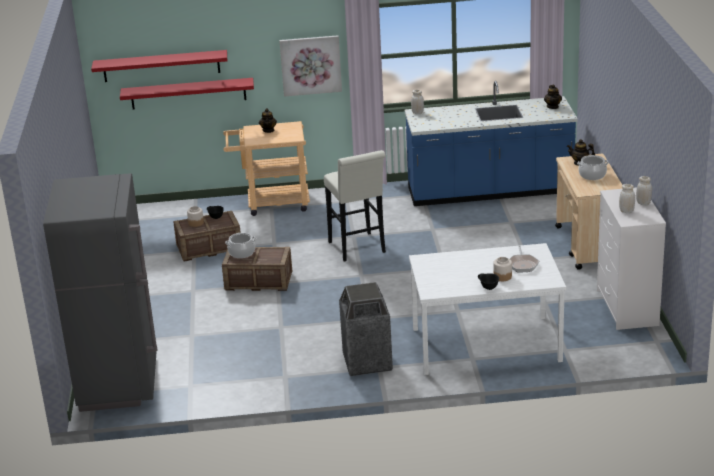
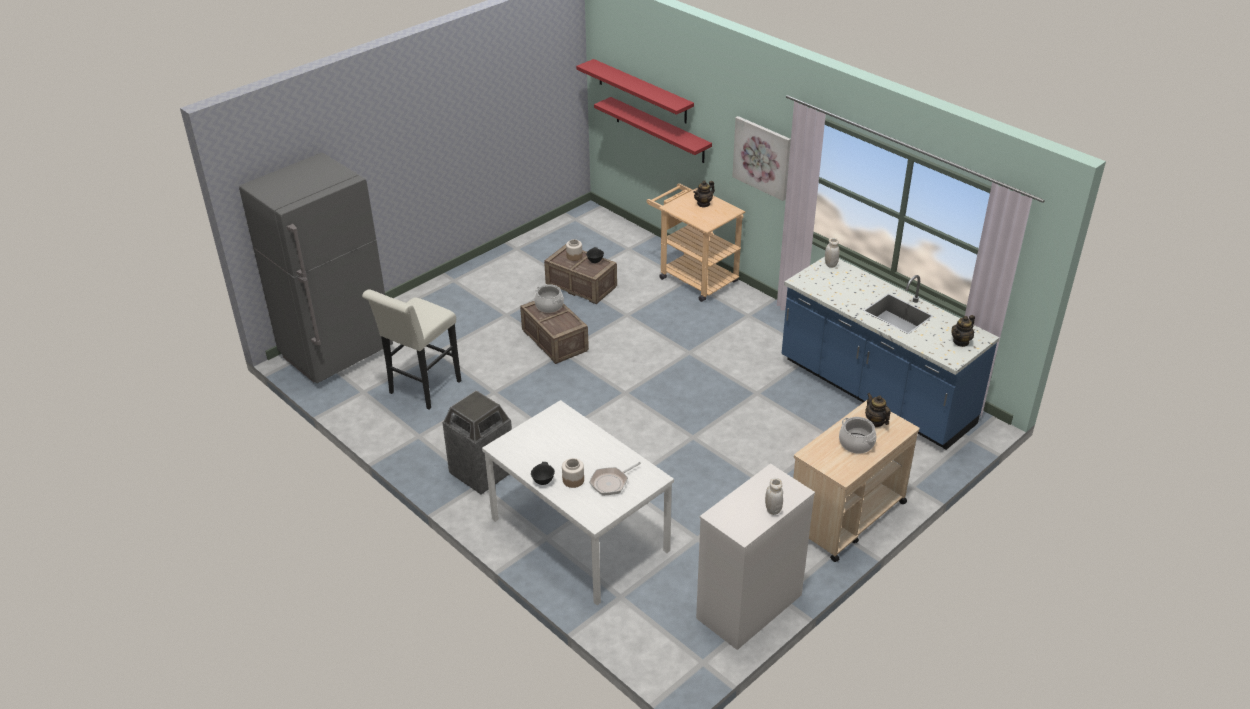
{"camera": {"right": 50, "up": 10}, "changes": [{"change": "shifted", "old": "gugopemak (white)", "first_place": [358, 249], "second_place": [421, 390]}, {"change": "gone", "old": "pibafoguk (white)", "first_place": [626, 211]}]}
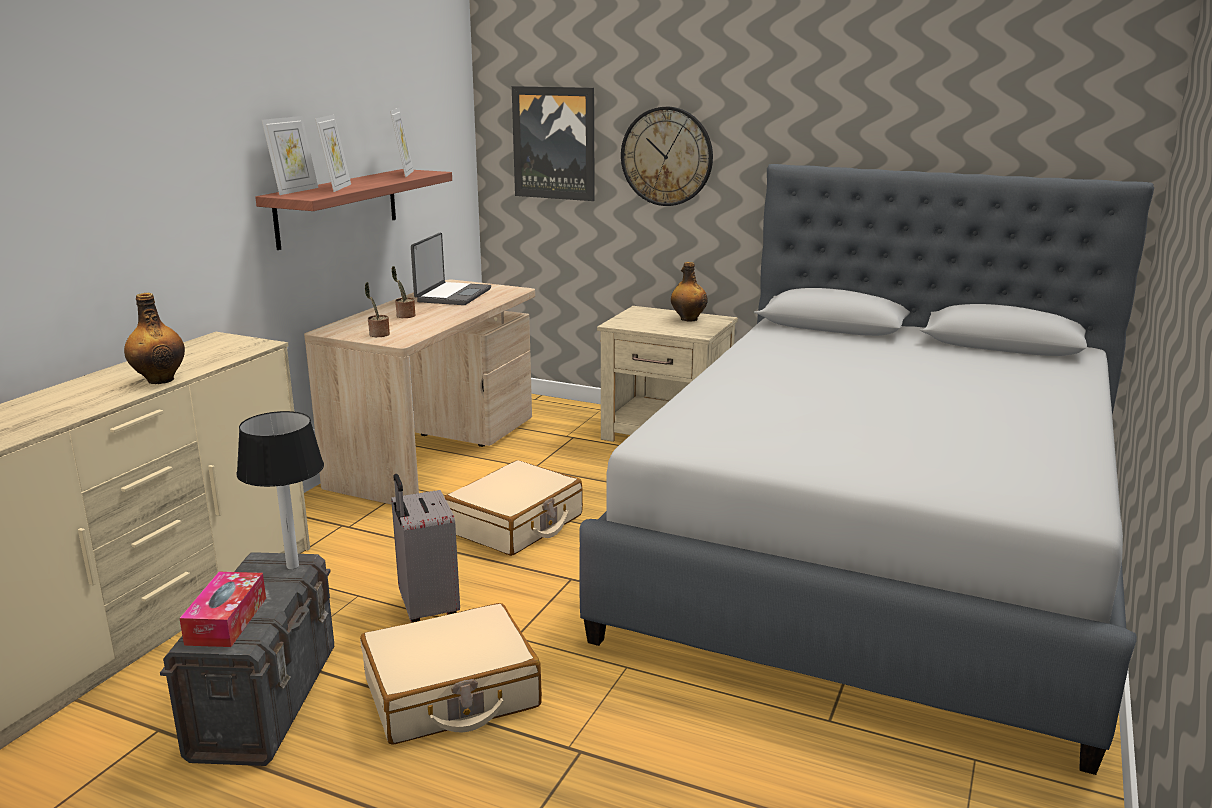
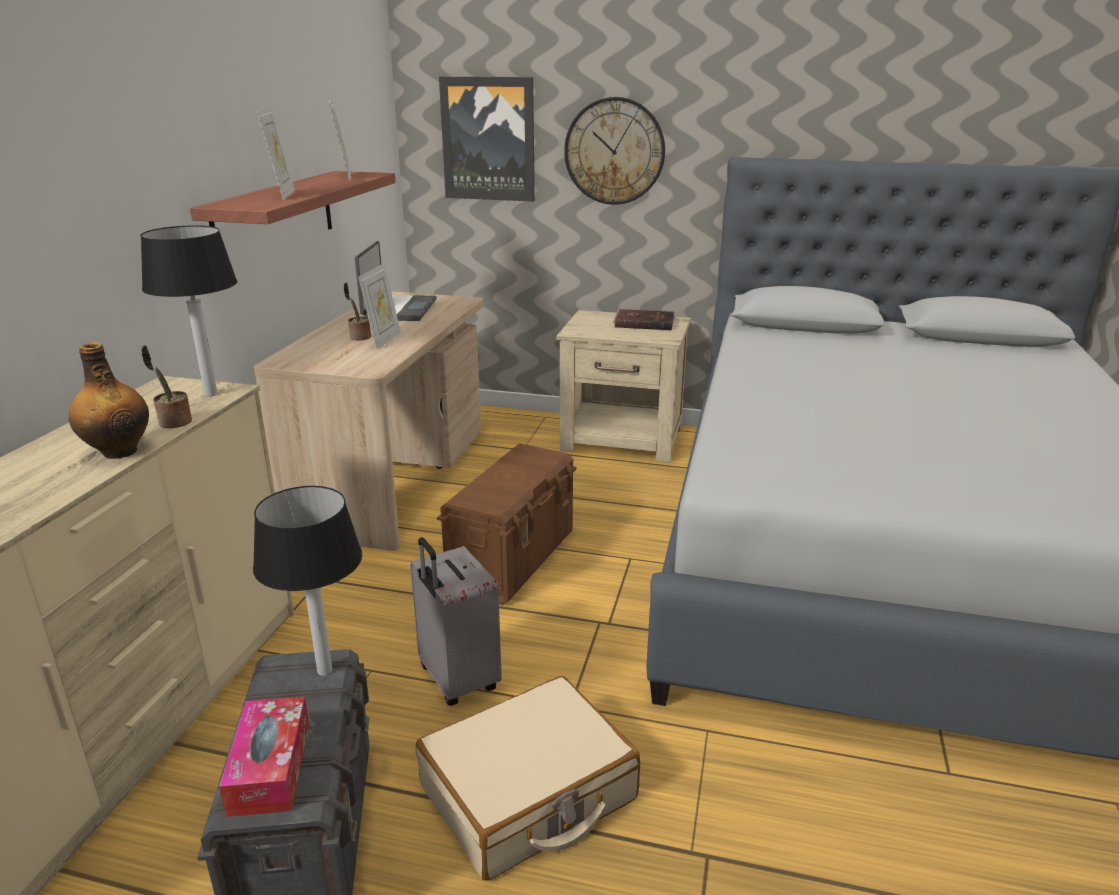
{"camera": {"right": -10, "up": 5}, "changes": [{"change": "new", "new": "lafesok", "second_place": [210, 394]}, {"change": "shifted", "old": "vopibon", "first_place": [378, 335], "second_place": [173, 423]}, {"change": "shifted", "old": "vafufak", "first_place": [294, 191], "second_place": [383, 340]}, {"change": "swapped", "old": "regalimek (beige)", "new": "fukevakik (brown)", "first_place": [516, 524], "second_place": [513, 559]}, {"change": "swapped", "old": "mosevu", "new": "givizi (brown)", "first_place": [688, 319], "second_place": [644, 322]}]}
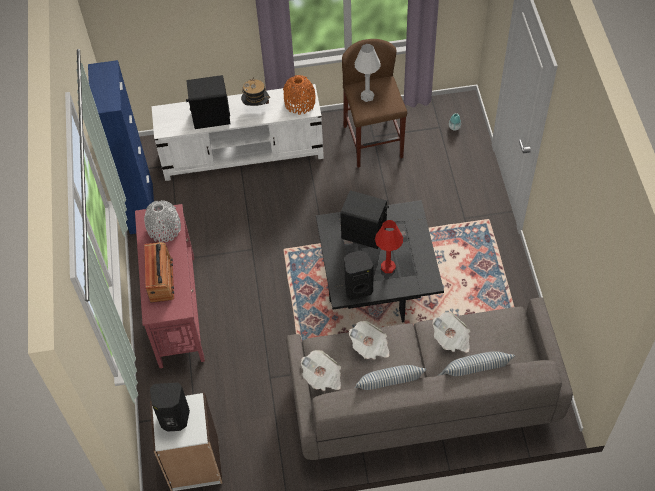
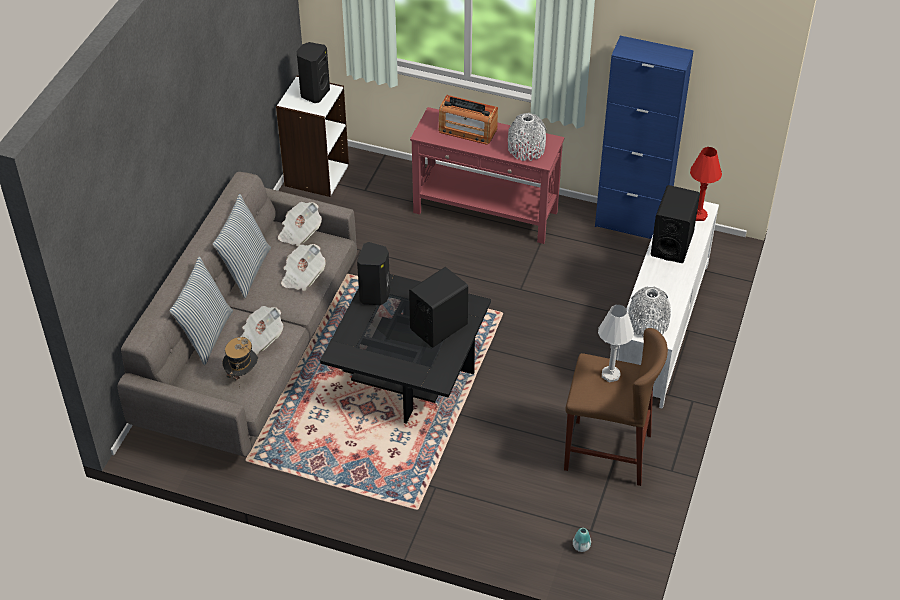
{"camera": {"right": 115, "up": -10}, "changes": [{"change": "shifted", "old": "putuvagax", "first_place": [256, 106], "second_place": [242, 374]}, {"change": "repainted", "old": "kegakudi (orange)", "new": "kegakudi (grey)", "first_place": [299, 103], "second_place": [647, 324]}, {"change": "shifted", "old": "lafesok (red)", "first_place": [388, 267], "second_place": [698, 215]}]}
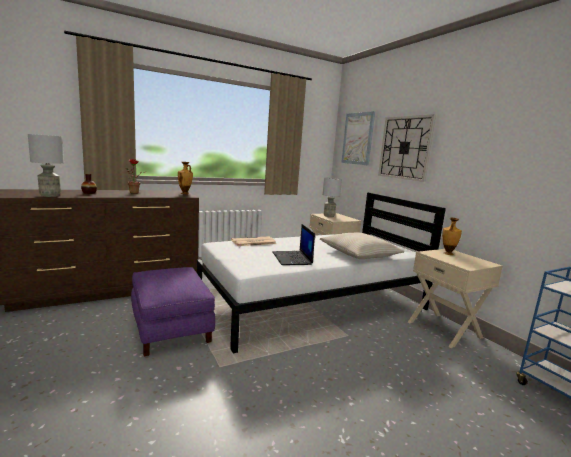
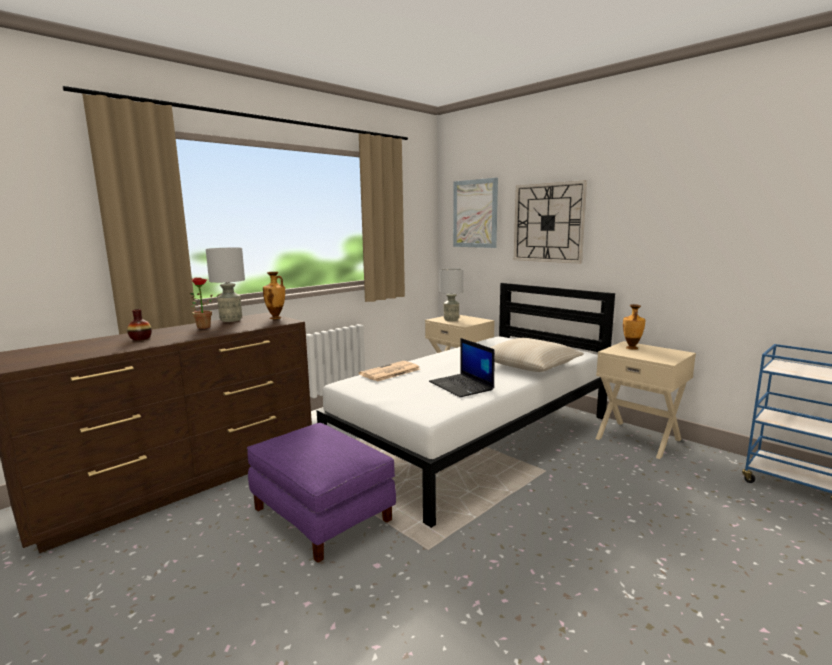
{"camera": {"right": -15, "up": 0}, "changes": [{"change": "shifted", "old": "lafesok (grey)", "first_place": [50, 195], "second_place": [231, 320]}]}
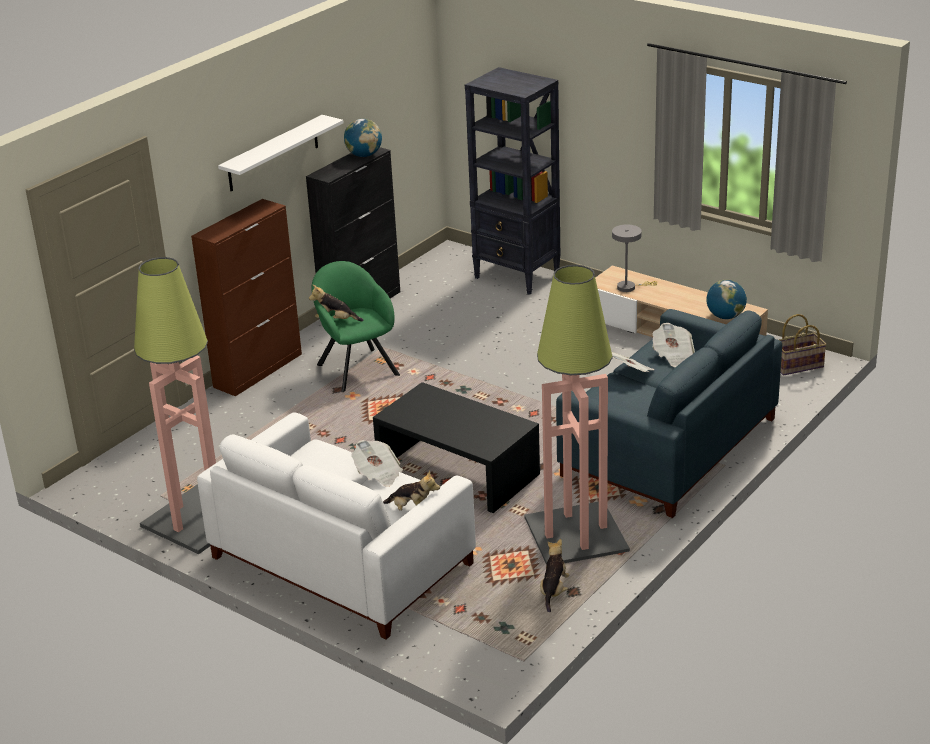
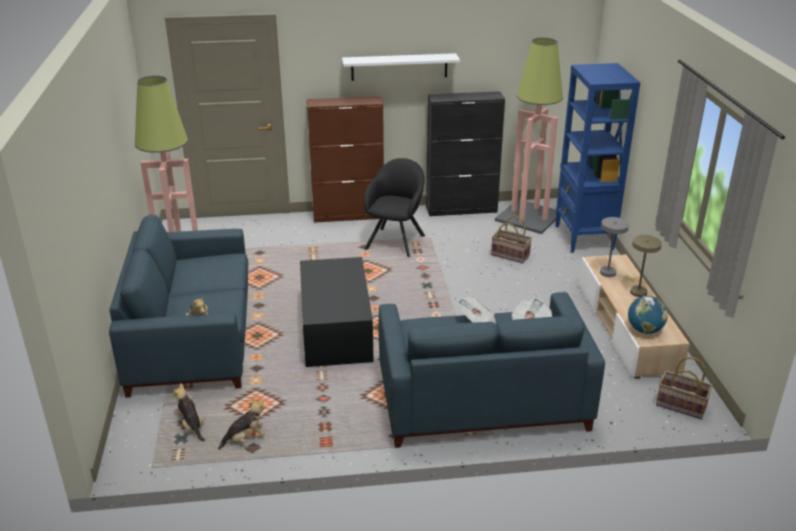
{"camera": {"right": 45, "up": 0}, "changes": [{"change": "repainted", "old": "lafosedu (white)", "new": "lafosedu (blue)", "first_place": [342, 559], "second_place": [193, 338]}, {"change": "shifted", "old": "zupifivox", "first_place": [336, 320], "second_place": [191, 426]}, {"change": "repainted", "old": "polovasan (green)", "new": "polovasan (black)", "first_place": [356, 368], "second_place": [396, 240]}, {"change": "new", "new": "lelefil", "second_place": [510, 255]}, {"change": "shifted", "old": "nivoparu", "first_place": [575, 536], "second_place": [528, 217]}, {"change": "repainted", "old": "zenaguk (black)", "new": "zenaguk (blue)", "first_place": [517, 276], "second_place": [583, 238]}, {"change": "new", "new": "lafesok (beige)", "second_place": [640, 294]}, {"change": "gone", "old": "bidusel", "first_place": [364, 155]}, {"change": "gone", "old": "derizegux", "first_place": [378, 474]}]}
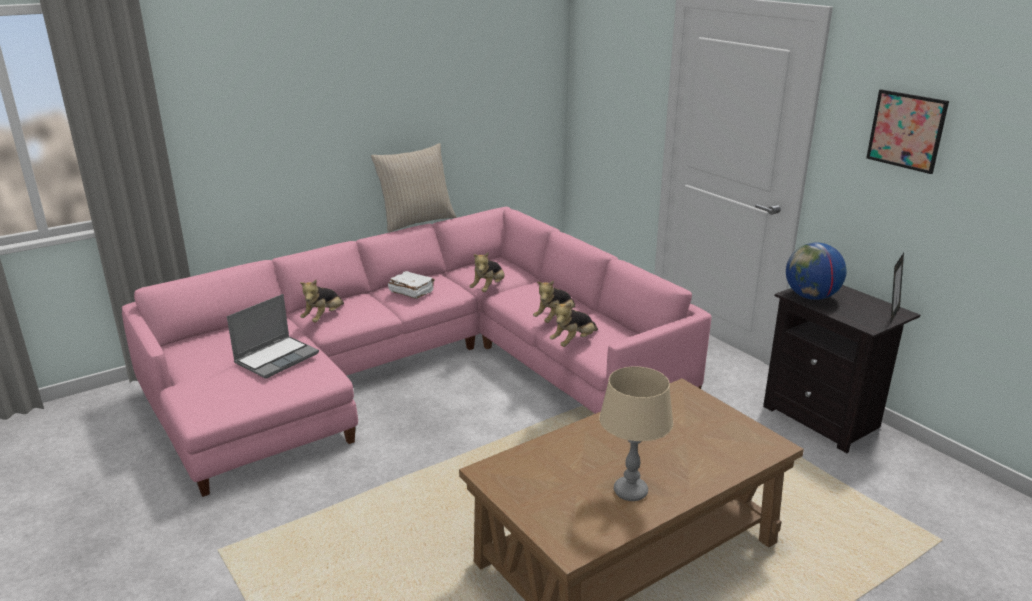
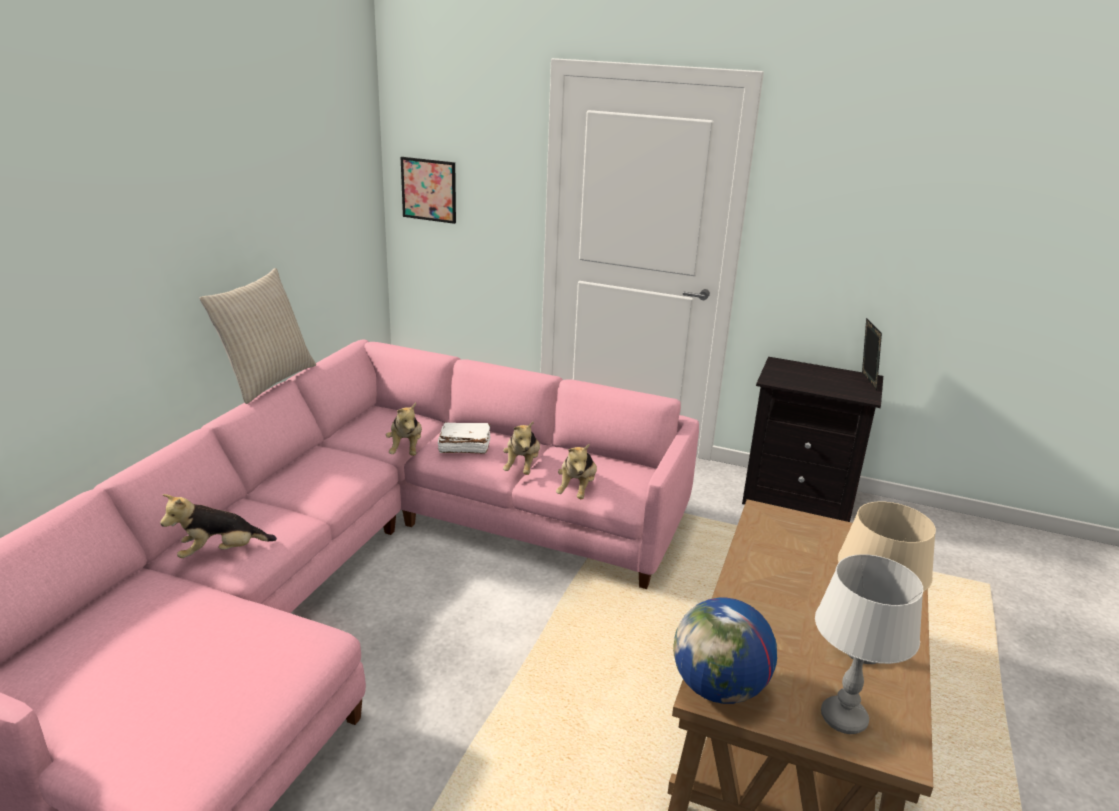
{"camera": {"right": -35, "up": 0}, "changes": [{"change": "rotated", "old": "zupifivox", "first_place": [324, 317], "second_place": [220, 552], "degrees": 75}, {"change": "shifted", "old": "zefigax", "first_place": [906, 130], "second_place": [429, 190]}, {"change": "shifted", "old": "givizi (white)", "first_place": [411, 292], "second_place": [464, 447]}, {"change": "shifted", "old": "bidusel", "first_place": [811, 297], "second_place": [718, 688]}, {"change": "new", "new": "lafesok (grey)", "second_place": [843, 718]}, {"change": "gone", "old": "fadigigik", "first_place": [277, 358]}]}
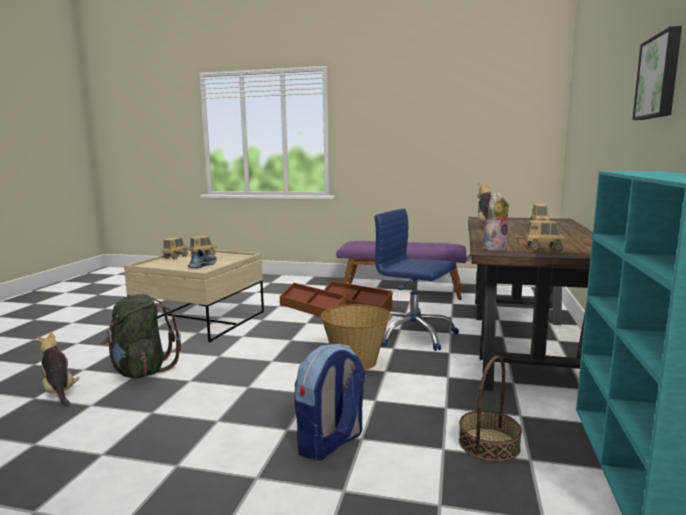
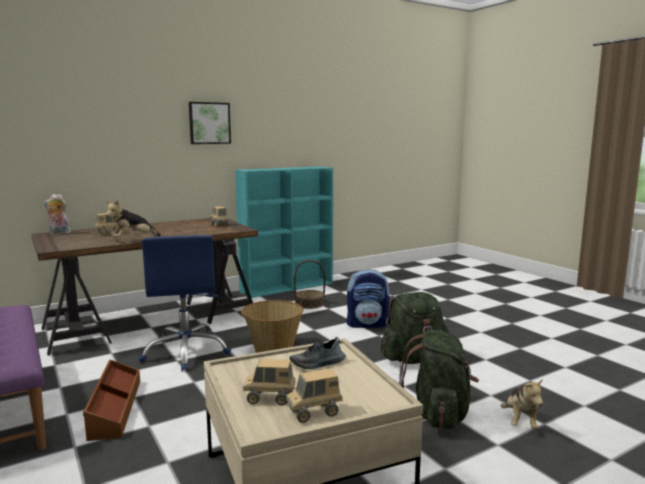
{"camera": {"right": -135, "up": 0}, "changes": [{"change": "shifted", "old": "zupifivox", "first_place": [494, 248], "second_place": [59, 233]}, {"change": "new", "new": "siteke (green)", "second_place": [413, 359]}, {"change": "gone", "old": "fukevakik (brown)", "first_place": [312, 309]}]}
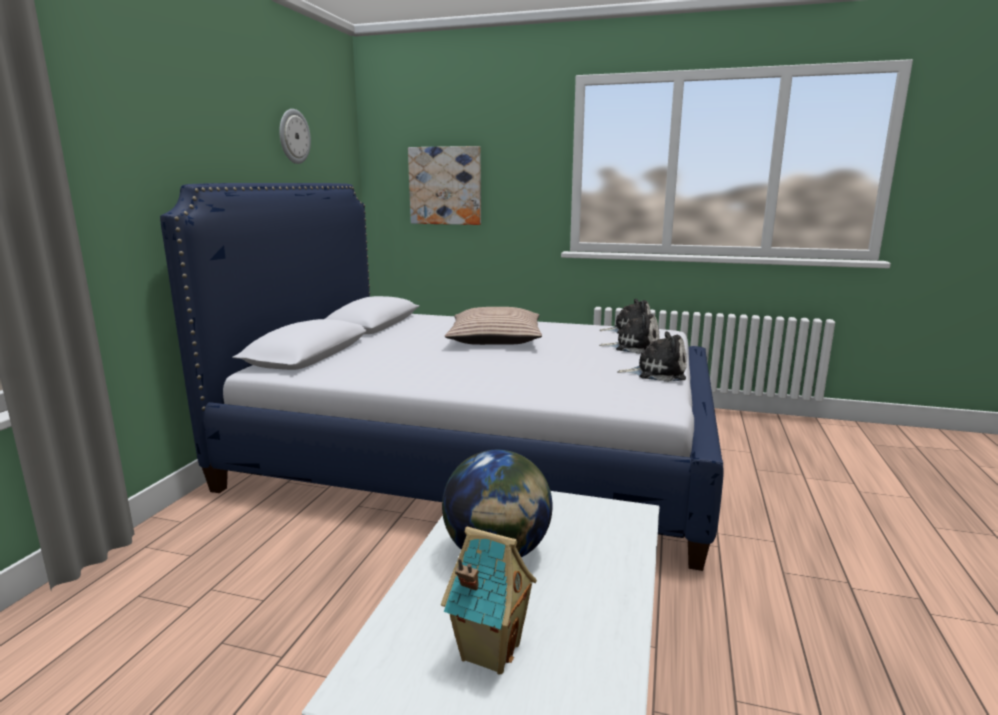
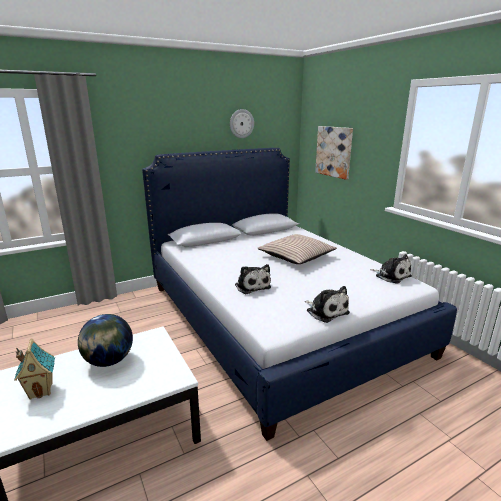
{"camera": {"right": 45, "up": 5}, "changes": [{"change": "shifted", "old": "zupifivox", "first_place": [633, 347], "second_place": [252, 286]}]}
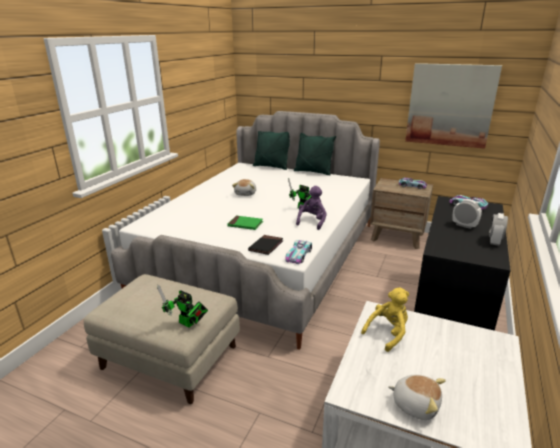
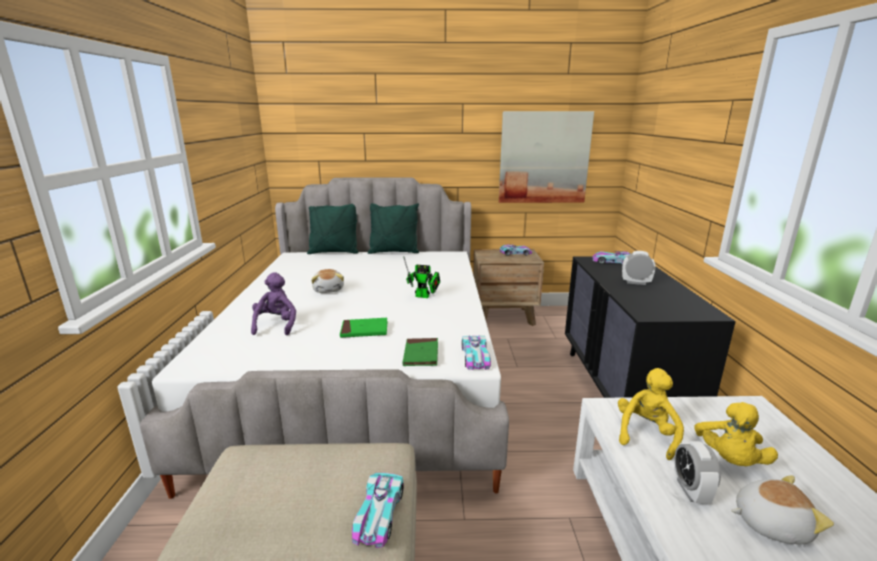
{"camera": {"right": -25, "up": -5}, "changes": [{"change": "shifted", "old": "zupifivox (purple)", "first_place": [312, 221], "second_place": [276, 325]}, {"change": "swapped", "old": "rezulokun", "new": "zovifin", "first_place": [188, 324], "second_place": [379, 513]}, {"change": "repainted", "old": "givizi (black)", "new": "givizi (green)", "first_place": [266, 246], "second_place": [421, 354]}, {"change": "shifted", "old": "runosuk", "first_place": [494, 241], "second_place": [690, 490]}, {"change": "new", "new": "zupifivox (yellow)", "second_place": [729, 460]}]}
